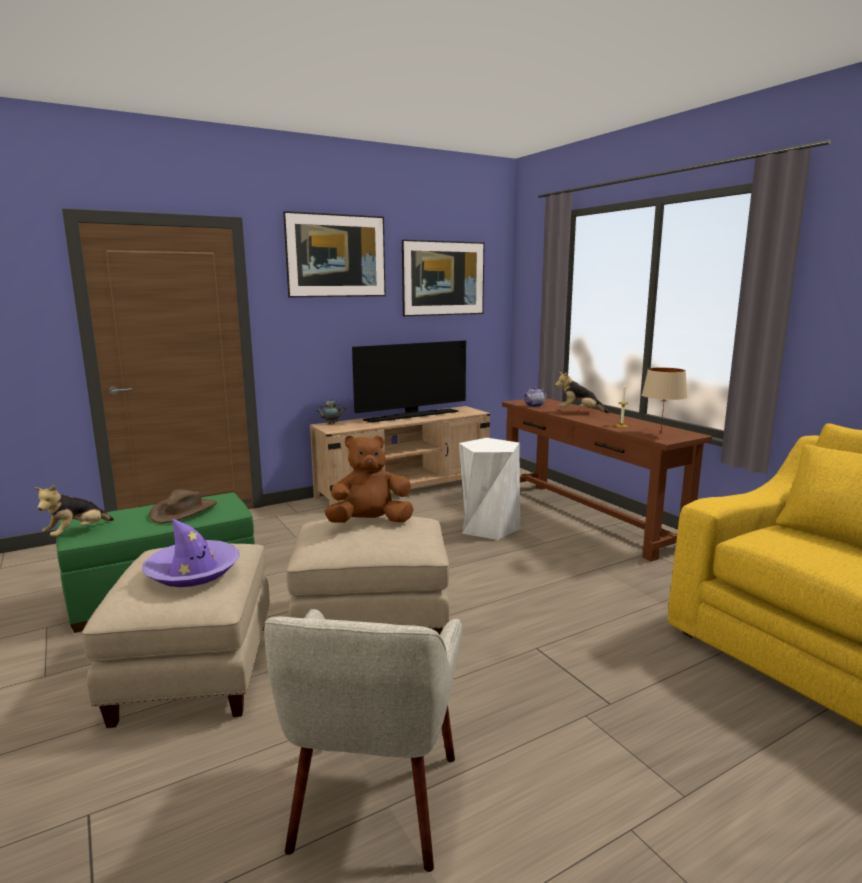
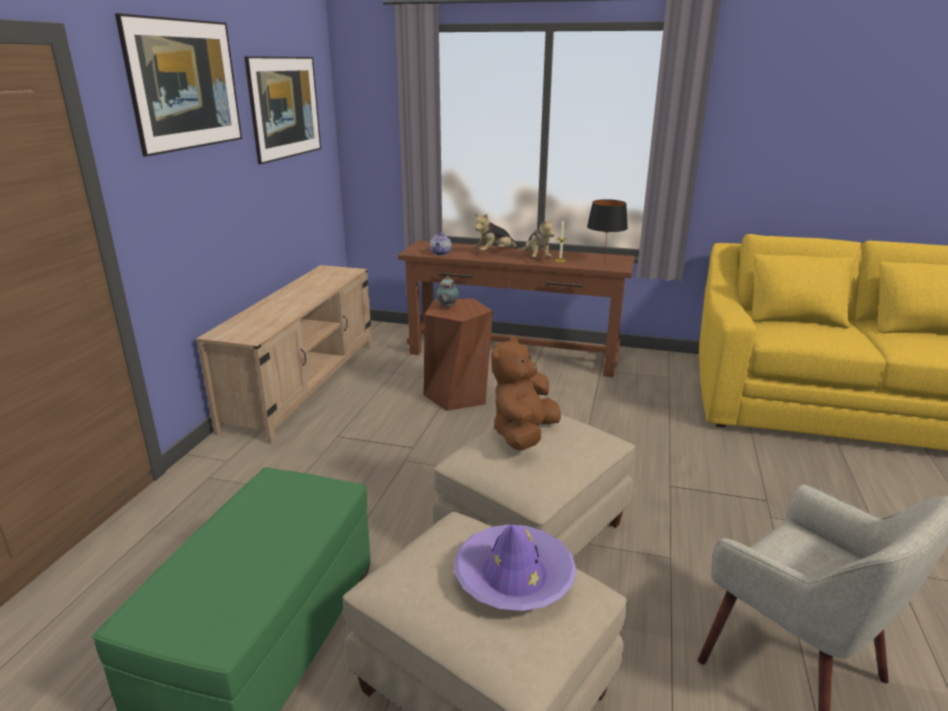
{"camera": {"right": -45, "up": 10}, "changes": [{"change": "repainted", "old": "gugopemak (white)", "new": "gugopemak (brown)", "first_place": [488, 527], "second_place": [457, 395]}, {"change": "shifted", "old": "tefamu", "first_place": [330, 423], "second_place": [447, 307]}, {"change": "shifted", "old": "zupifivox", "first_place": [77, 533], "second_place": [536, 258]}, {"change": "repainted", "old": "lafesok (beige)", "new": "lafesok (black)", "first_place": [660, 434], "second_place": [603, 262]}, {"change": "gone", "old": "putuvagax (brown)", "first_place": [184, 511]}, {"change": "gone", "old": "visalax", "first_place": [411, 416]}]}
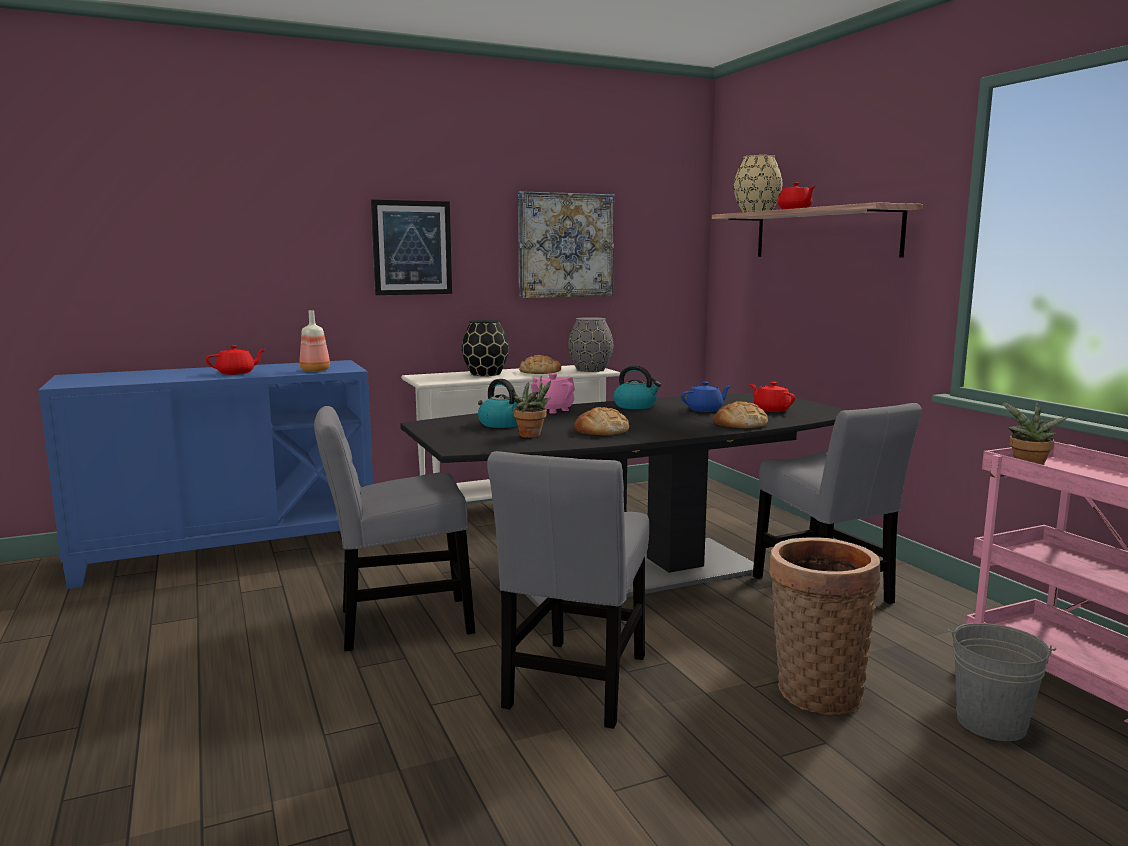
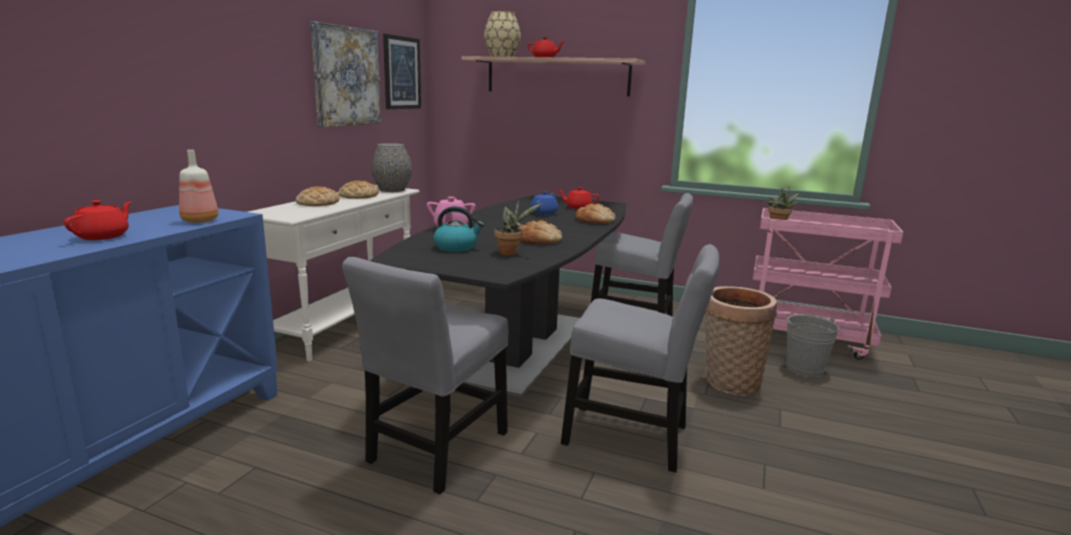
{"camera": {"right": -45, "up": 5}, "changes": [{"change": "swapped", "old": "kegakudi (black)", "new": "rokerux", "first_place": [485, 374], "second_place": [318, 203]}, {"change": "shifted", "old": "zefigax", "first_place": [412, 248], "second_place": [401, 73]}, {"change": "rotated", "old": "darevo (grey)", "first_place": [576, 686], "second_place": [632, 437], "degrees": -45}, {"change": "gone", "old": "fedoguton", "first_place": [636, 406]}]}
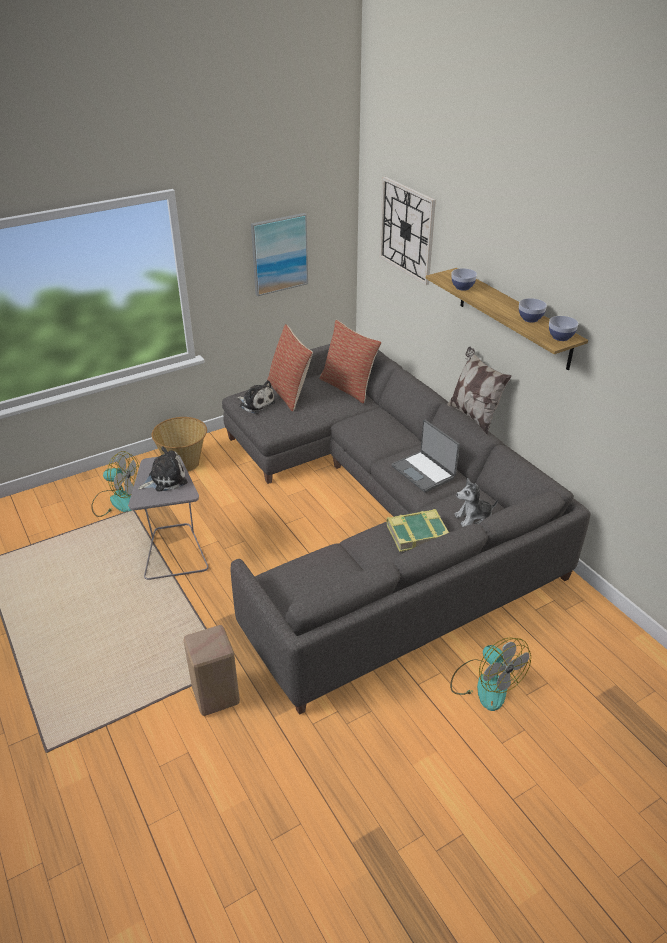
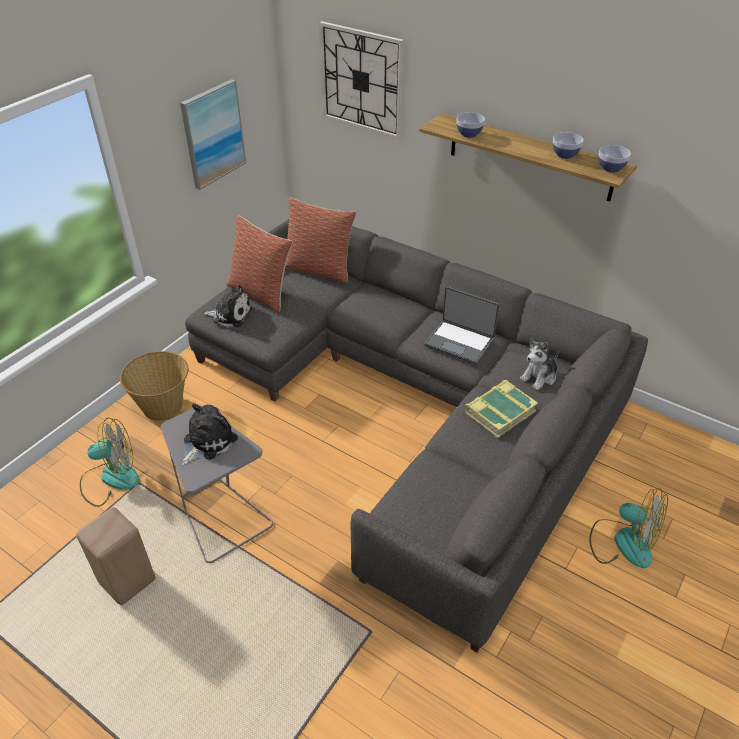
{"camera": {"right": -25, "up": 5}, "changes": [{"change": "shifted", "old": "gugopemak (beige)", "first_place": [214, 695], "second_place": [125, 580]}, {"change": "gone", "old": "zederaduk", "first_place": [473, 416]}]}
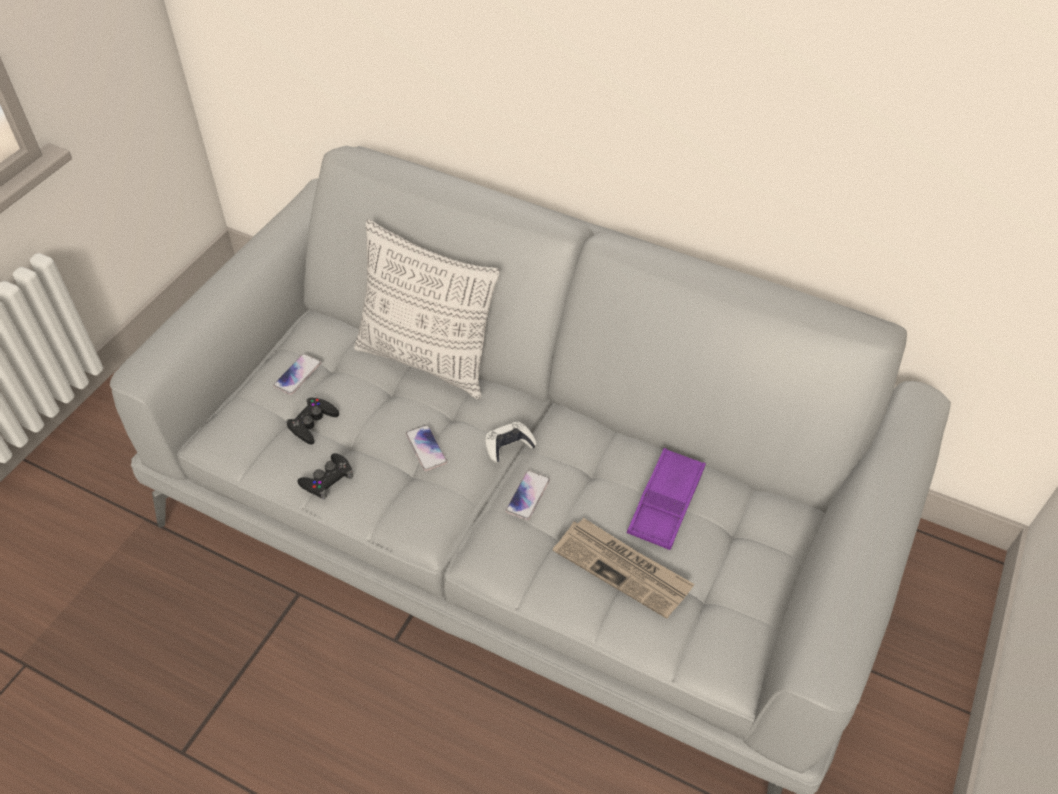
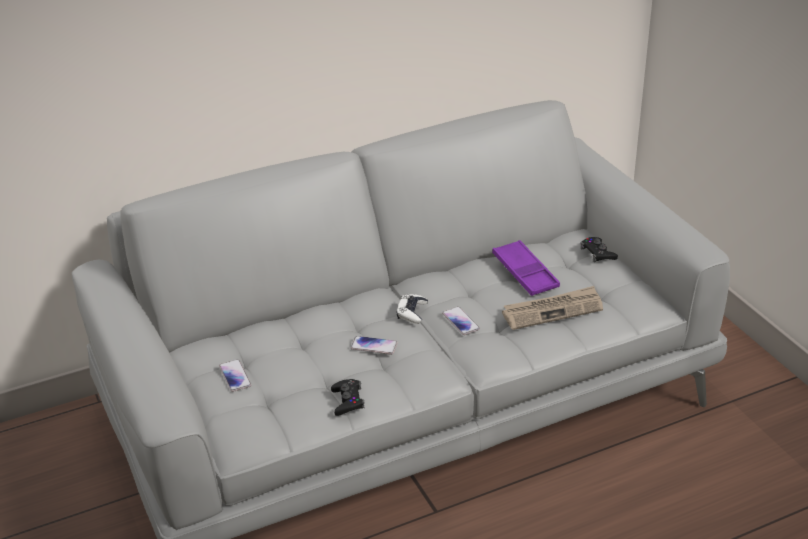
{"camera": {"right": -50, "up": -15}, "changes": [{"change": "shifted", "old": "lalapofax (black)", "first_place": [312, 423], "second_place": [597, 253]}, {"change": "gone", "old": "zederaduk", "first_place": [427, 360]}]}
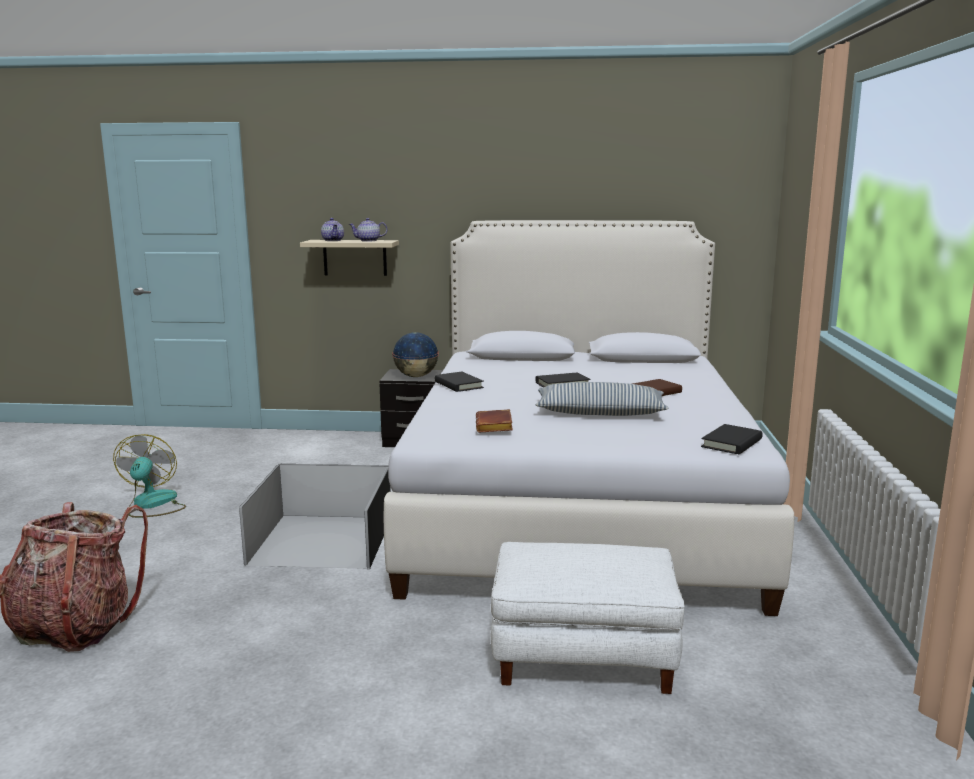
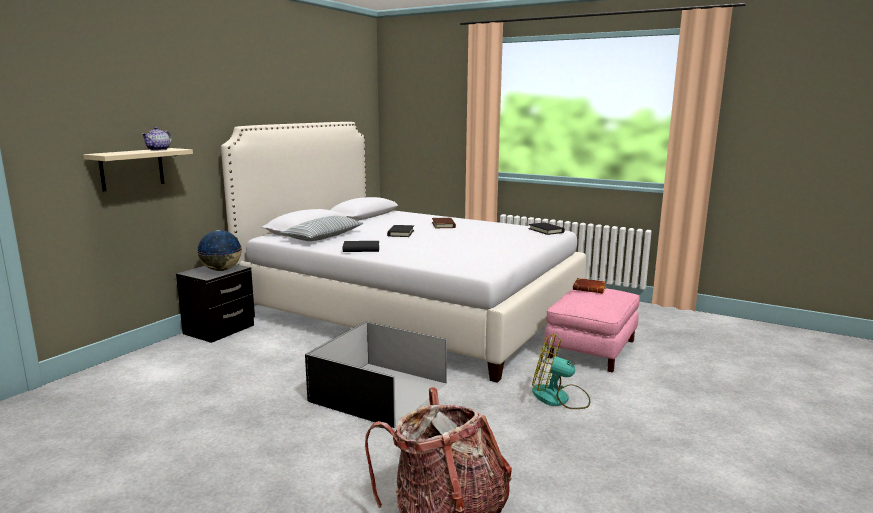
{"camera": {"right": -65, "up": 0}, "changes": [{"change": "shifted", "old": "zederaduk", "first_place": [600, 413], "second_place": [324, 237]}, {"change": "shifted", "old": "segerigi", "first_place": [152, 505], "second_place": [559, 398]}, {"change": "repainted", "old": "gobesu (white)", "new": "gobesu (pink)", "first_place": [584, 653], "second_place": [590, 348]}, {"change": "shifted", "old": "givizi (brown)", "first_place": [495, 426], "second_place": [590, 289]}, {"change": "gone", "old": "tefamu", "first_place": [333, 240]}]}
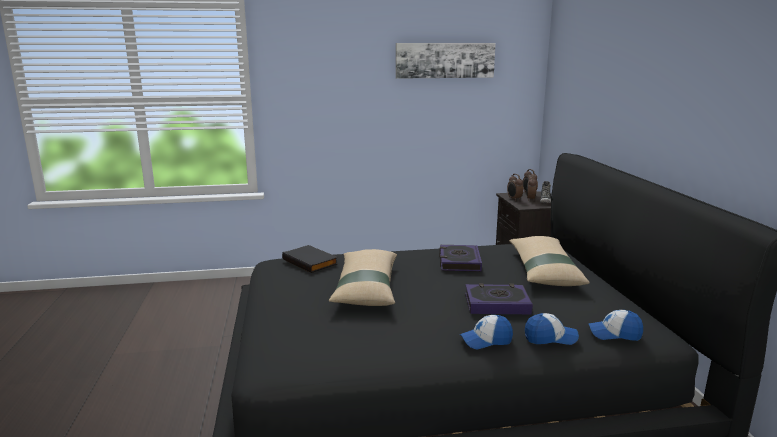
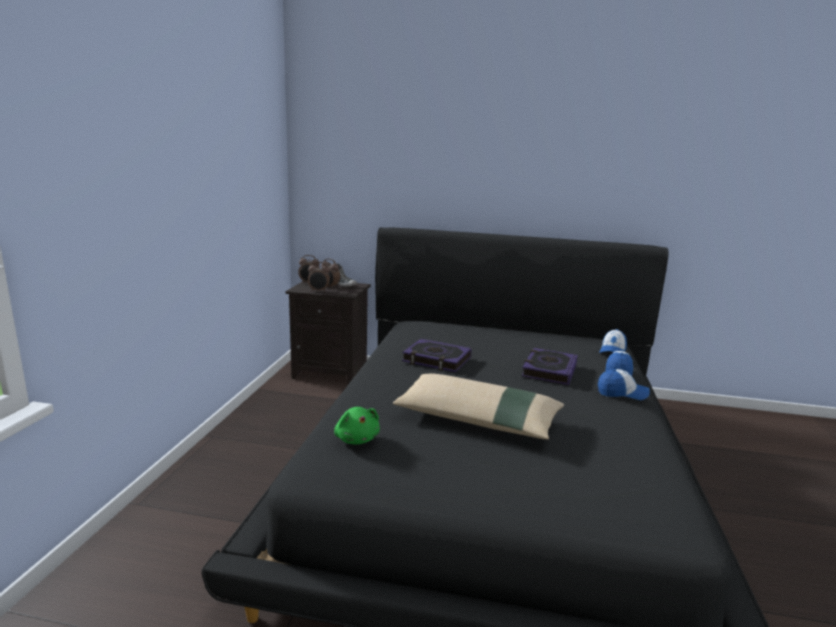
{"camera": {"right": -70, "up": 0}, "changes": [{"change": "swapped", "old": "givizi (black)", "new": "zupifivox (green)", "first_place": [311, 261], "second_place": [356, 439]}, {"change": "rotated", "old": "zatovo", "first_place": [486, 340], "second_place": [622, 393], "degrees": -90}, {"change": "gone", "old": "zefigax", "first_place": [445, 60]}, {"change": "gone", "old": "zederaduk (beige)", "first_place": [544, 270]}]}
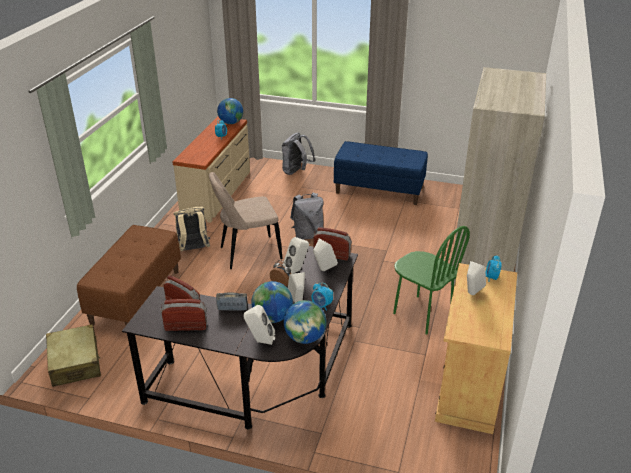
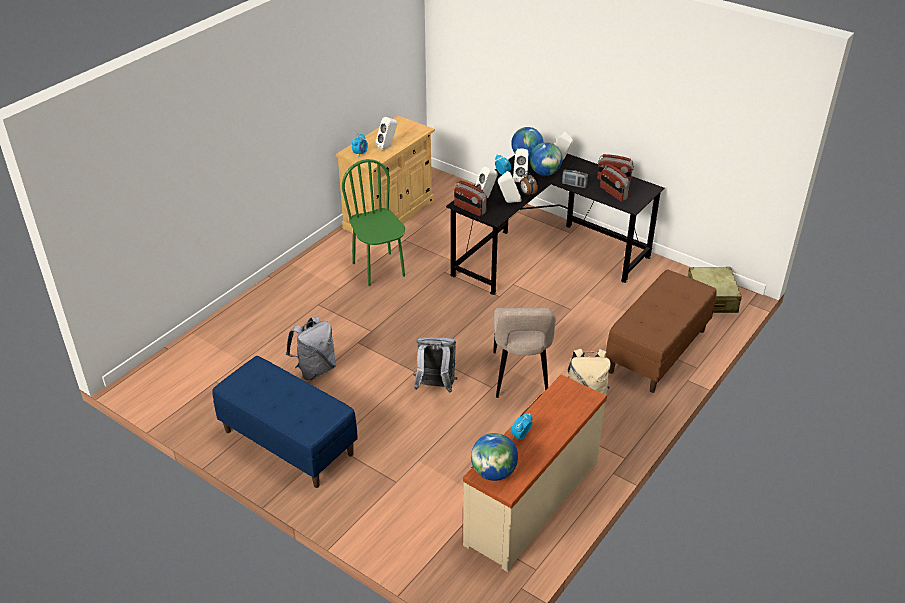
{"camera": {"right": -160, "up": 5}, "changes": [{"change": "shifted", "old": "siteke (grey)", "first_place": [296, 172], "second_place": [315, 369]}, {"change": "rotated", "old": "darevo (beige)", "first_place": [247, 253], "second_place": [520, 377], "degrees": 90}, {"change": "gone", "old": "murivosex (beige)", "first_place": [482, 260]}]}
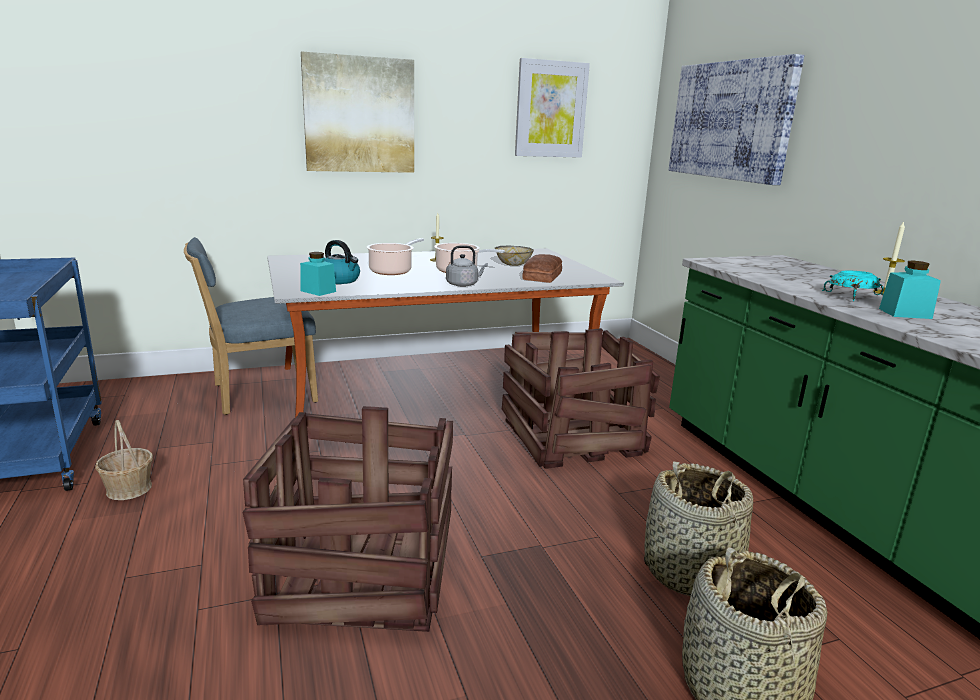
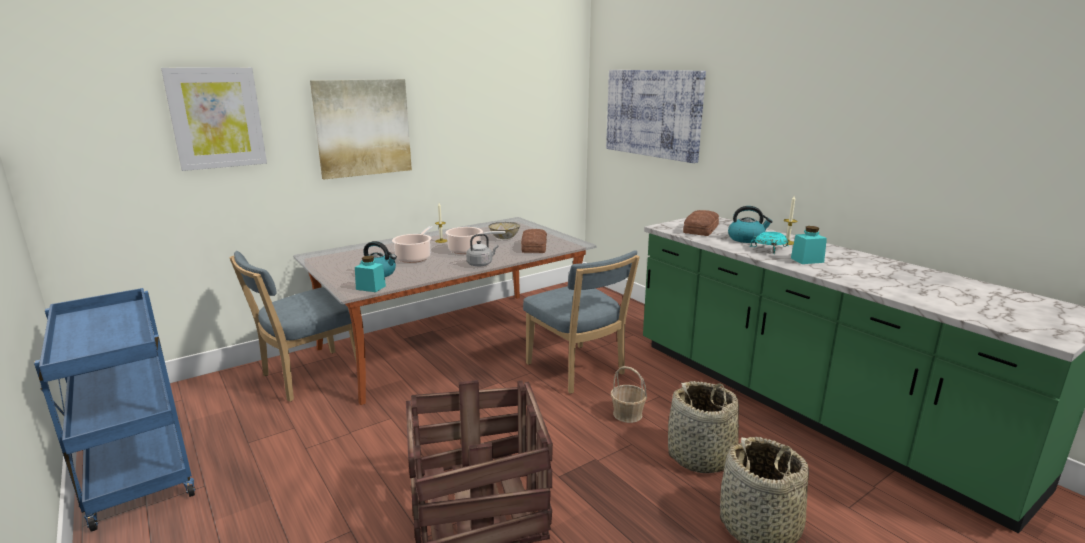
{"camera": {"right": -15, "up": 0}, "changes": [{"change": "shifted", "old": "zefigax", "first_place": [551, 109], "second_place": [216, 118]}, {"change": "swapped", "old": "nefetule", "new": "darevo (blue)", "first_place": [569, 437], "second_place": [578, 371]}, {"change": "shifted", "old": "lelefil", "first_place": [129, 489], "second_place": [627, 414]}, {"change": "new", "new": "rokerux", "second_place": [702, 229]}, {"change": "new", "new": "fedoguton", "second_place": [746, 239]}]}
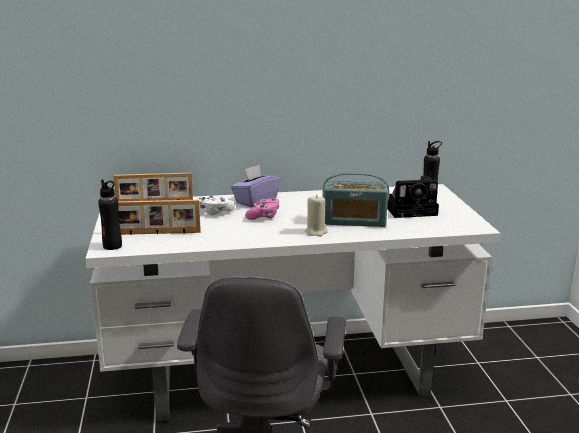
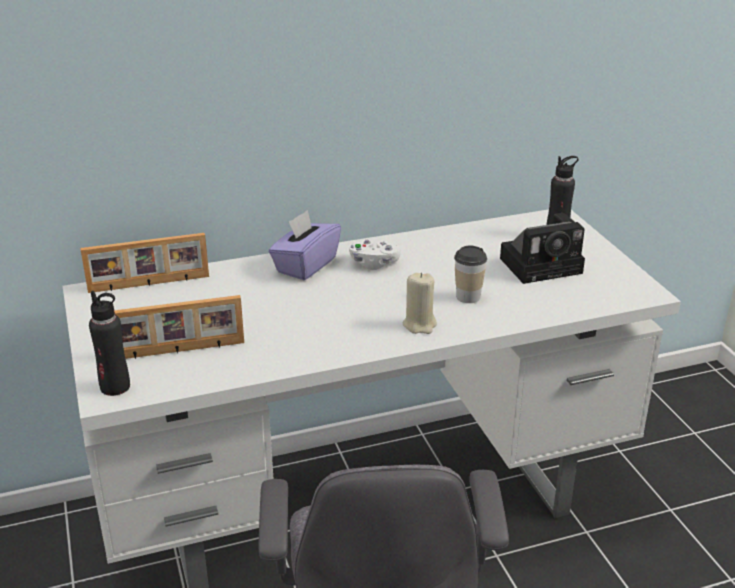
{"camera": {"right": -10, "up": 10}, "changes": [{"change": "shifted", "old": "lalapofax (white)", "first_place": [215, 212], "second_place": [374, 264]}, {"change": "swapped", "old": "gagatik", "new": "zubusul", "first_place": [354, 221], "second_place": [468, 296]}, {"change": "gone", "old": "lalapofax (pink)", "first_place": [264, 216]}]}
